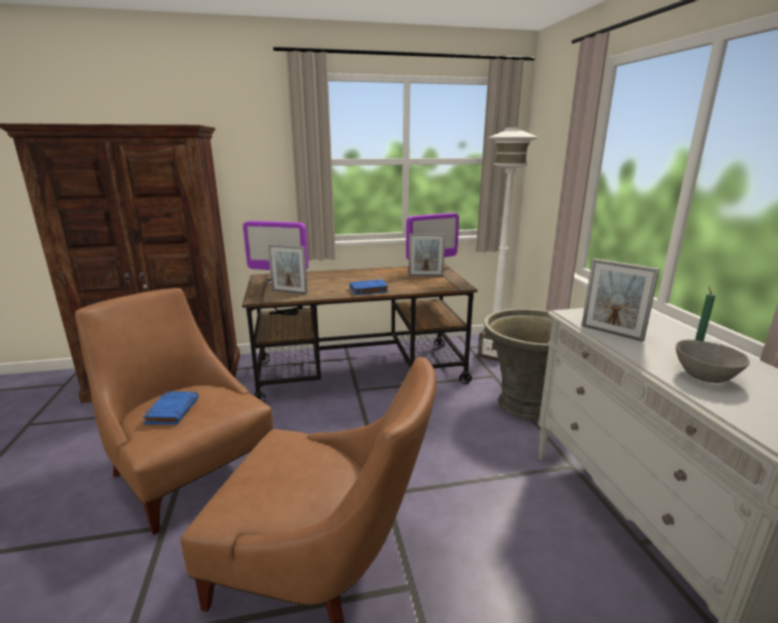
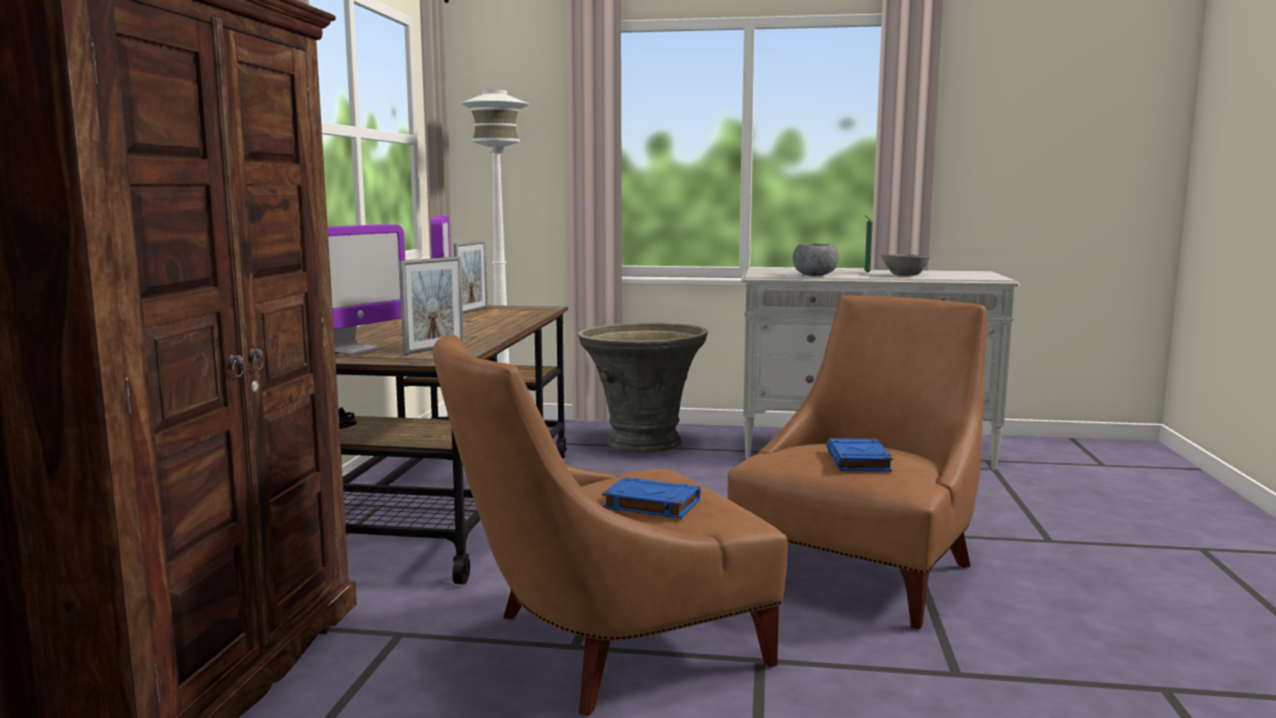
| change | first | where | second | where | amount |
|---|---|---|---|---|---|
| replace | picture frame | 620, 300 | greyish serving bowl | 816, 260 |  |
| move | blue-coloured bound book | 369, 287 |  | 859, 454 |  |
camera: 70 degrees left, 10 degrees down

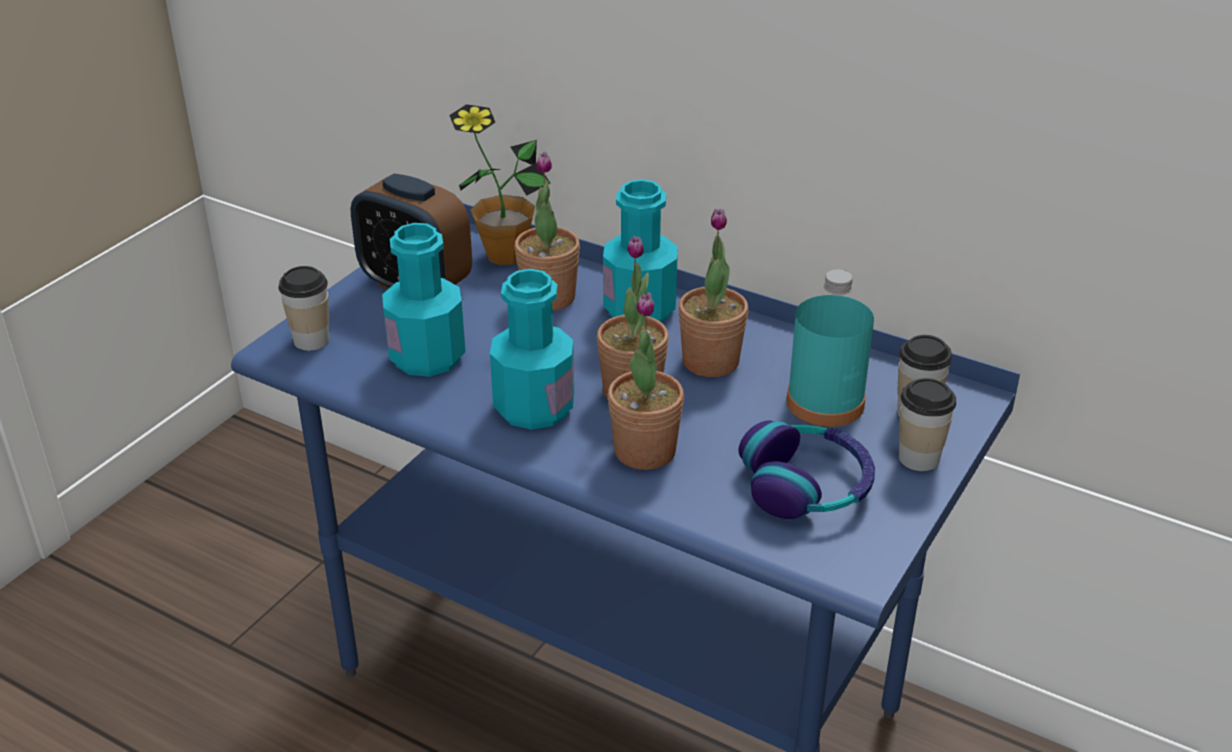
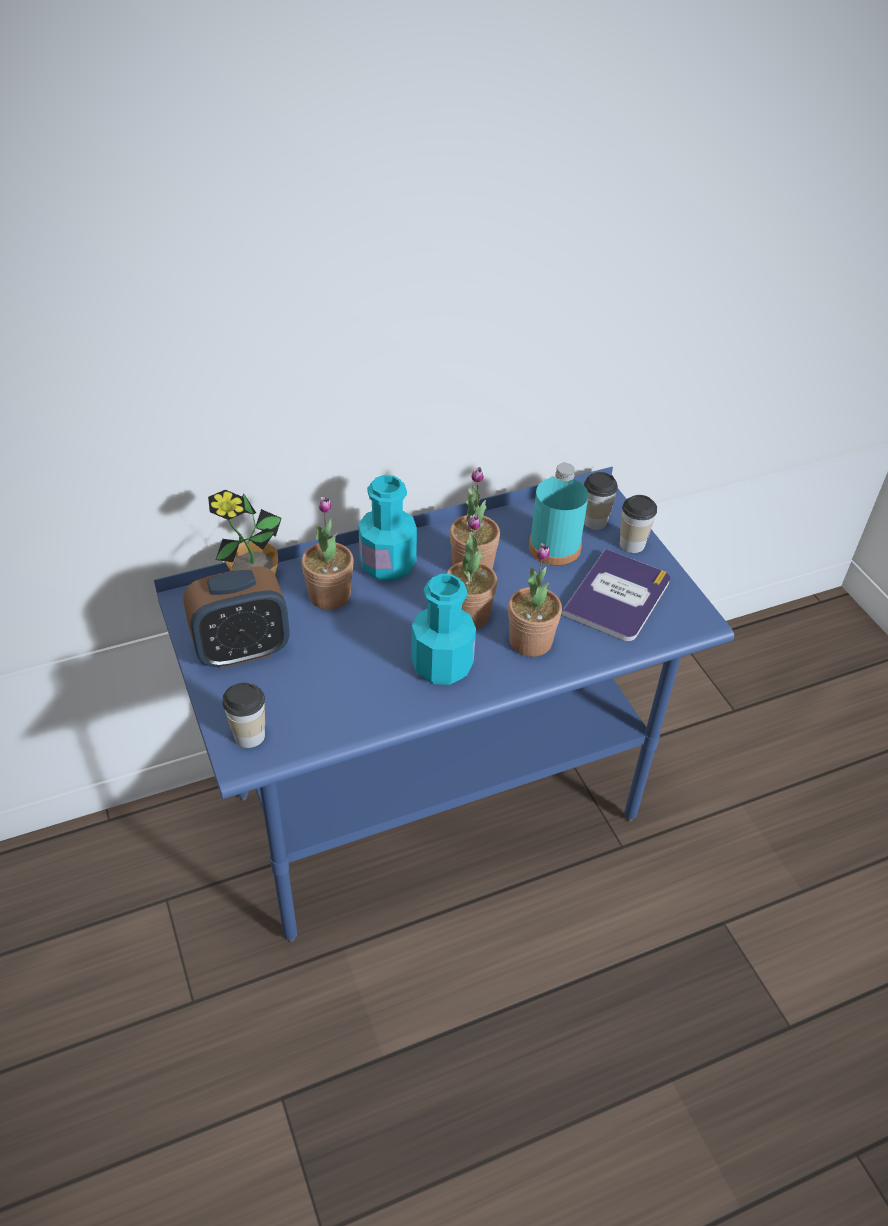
| change | first | where | second | where | amount |
|---|---|---|---|---|---|
| replace | pair of headphones | 807, 470 | bound book | 616, 595 |  |
| delete | blue-green bottle | 424, 300 |  |  |  |
camera: 55 degrees left, 10 degrees up

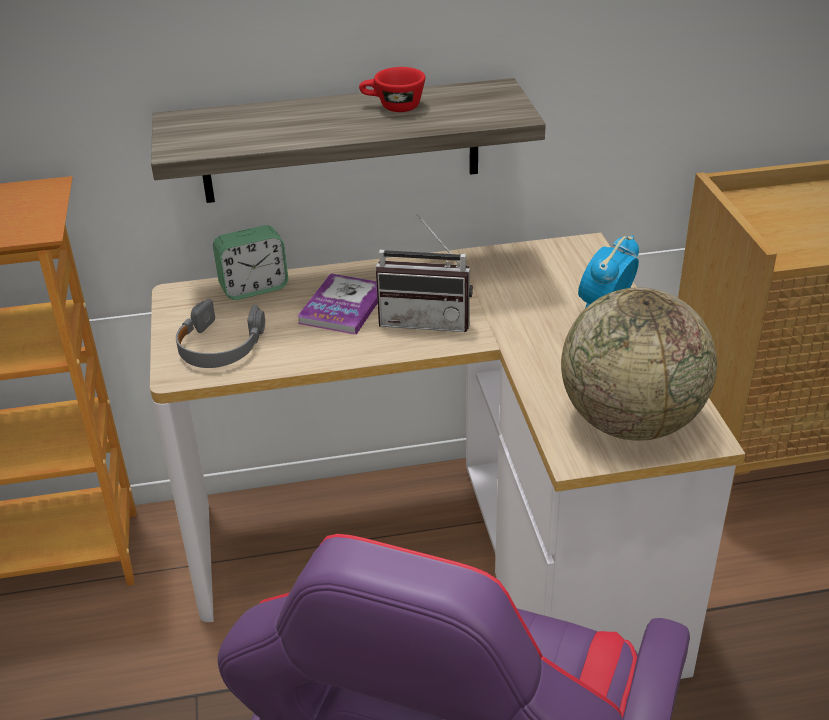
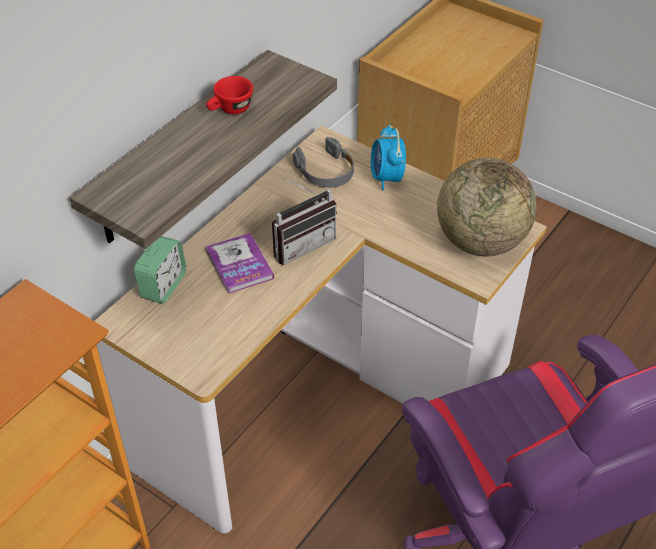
| change | first | where | second | where | amount |
|---|---|---|---|---|---|
| move | greyish pair of headphones | 220, 333 |  | 323, 162 |  |
camera: 45 degrees left, 10 degrees up

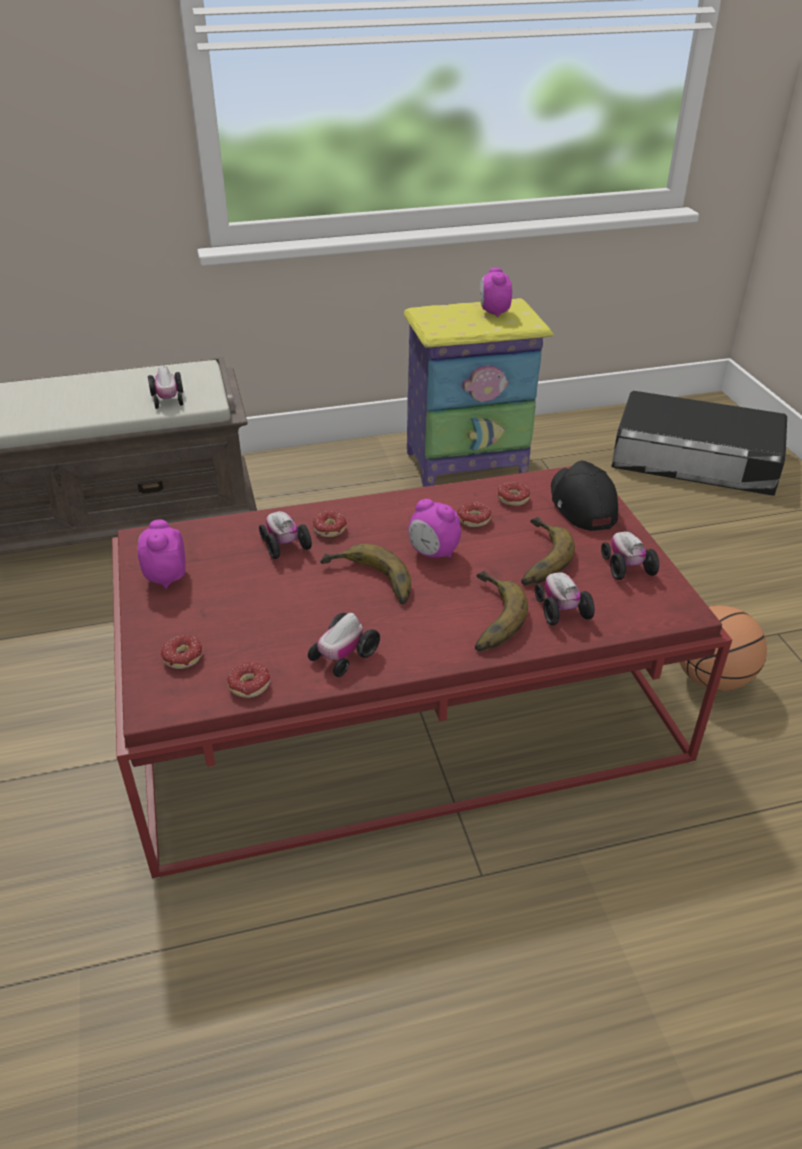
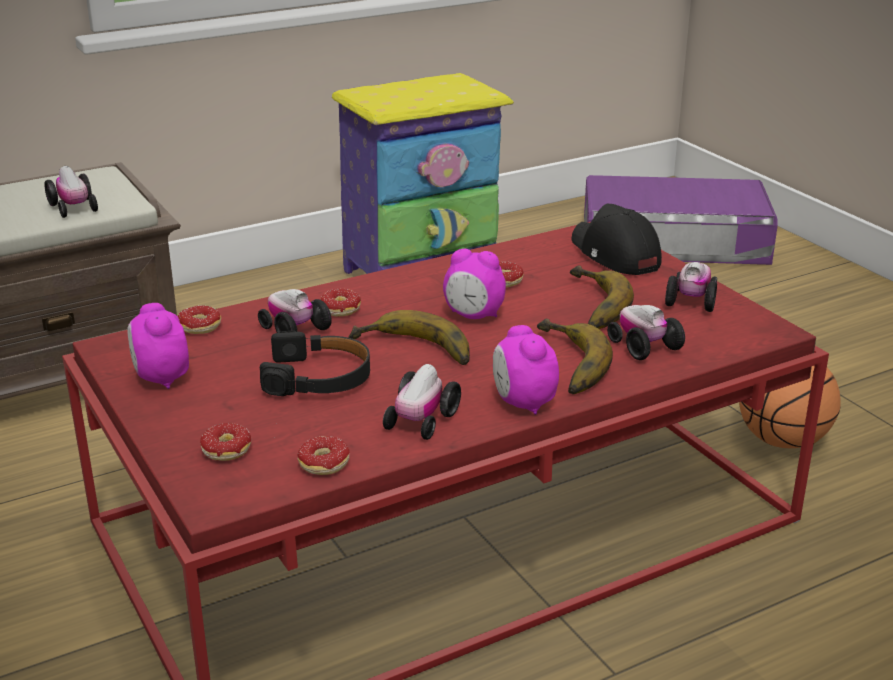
| change | first | where | second | where | amount |
|---|---|---|---|---|---|
| move | ring doughnut | 513, 494 |  | 200, 319 |  |
| insert |  |  | black-coloured pair of headphones | 315, 363 |  |
| move | table clock | 496, 293 |  | 526, 370 |  |
| recolor | black-coloured storage container | 699, 443 | purple storage container | 681, 220 |  |
| rotate | toy car | 630, 556 |  | 691, 287 | 45 degrees clockwise |
camera: 15 degrees left, 10 degrees down

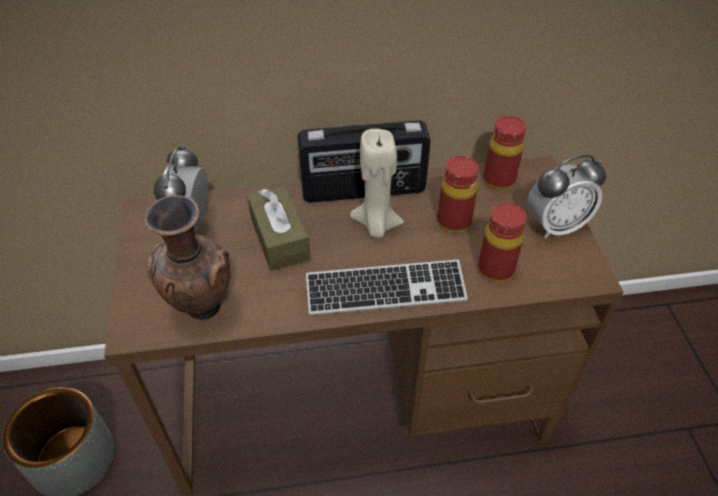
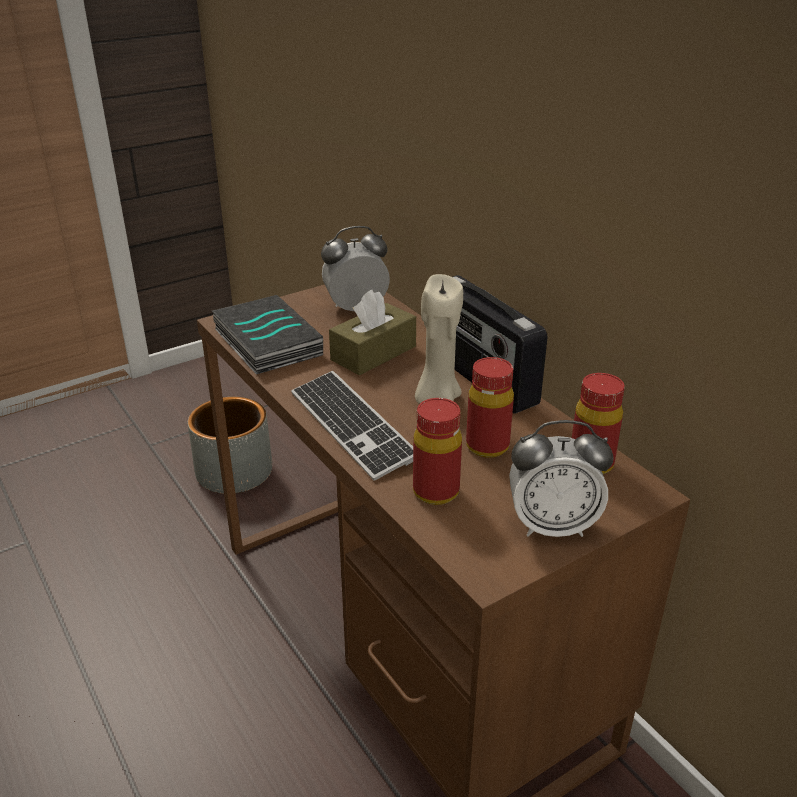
| change | first | where | second | where | amount |
|---|---|---|---|---|---|
| replace | brown vase | 187, 257 | bound book | 267, 334 |  |
| rotate | table clock | 566, 196 |  | 561, 478 | 45 degrees counterclockwise |
camera: 65 degrees right, 15 degrees down

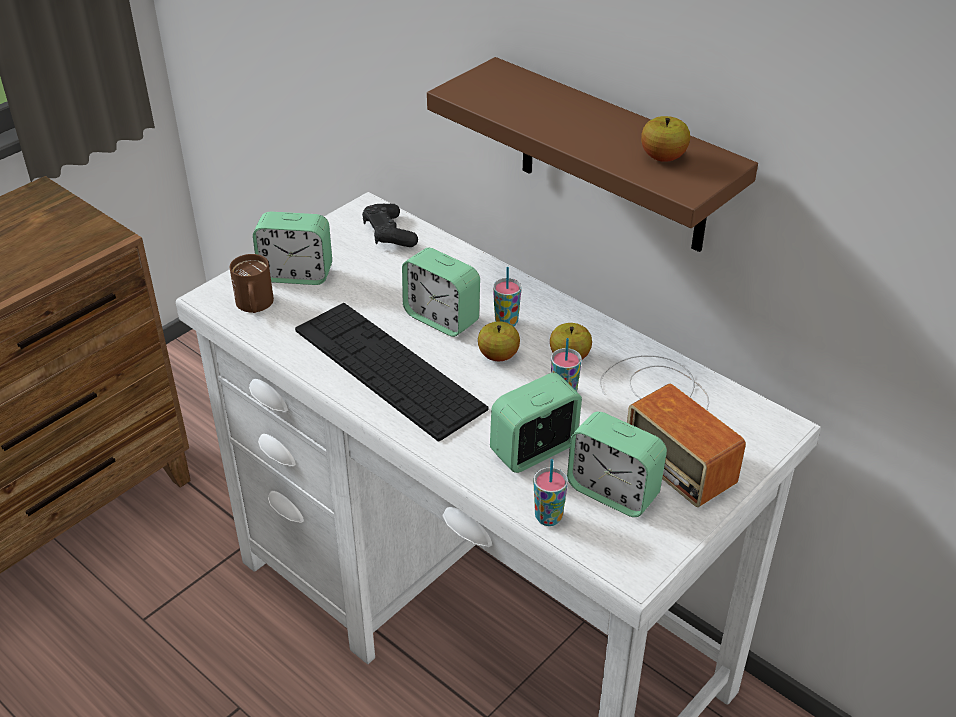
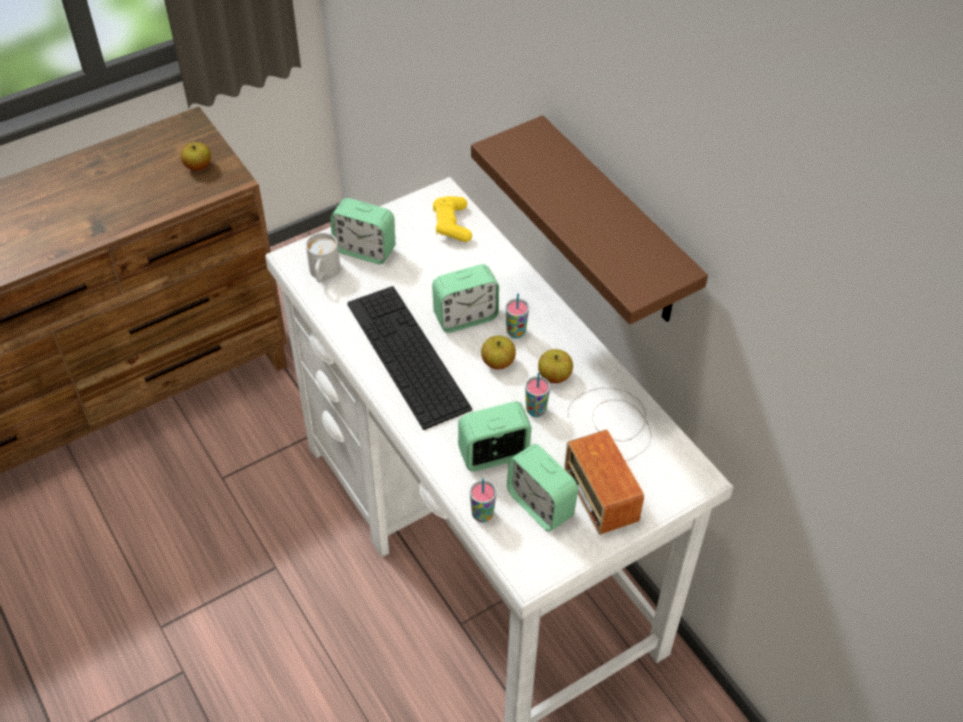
| change | first | where | second | where | amount |
|---|---|---|---|---|---|
| move | whole apple | 665, 139 |  | 196, 156 |  |
| recolor | brown coffee mug | 252, 283 | white coffee mug | 323, 257 |  |
| rotate | table clock | 441, 292 |  | 465, 298 | 75 degrees counterclockwise |
| recolor | black-coloured game controller | 390, 225 | yellow-coloured game controller | 452, 219 |  |
camera: 15 degrees right, 10 degrees up

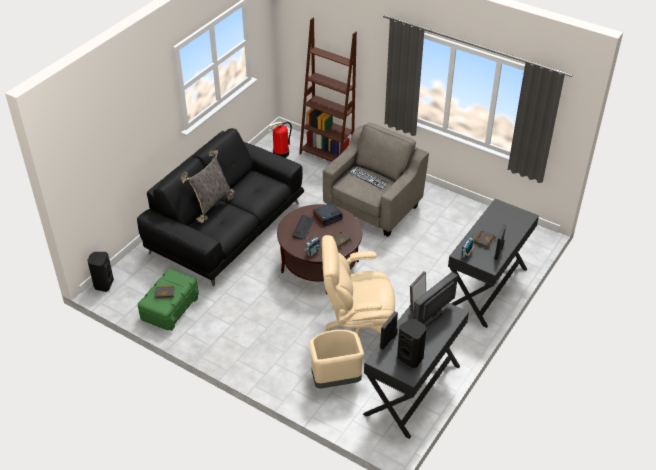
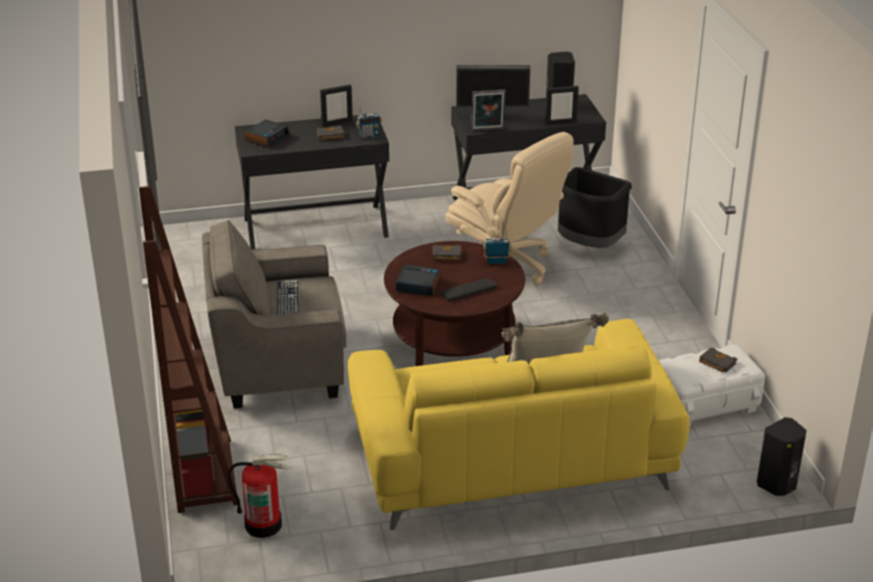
| change | first | where | second | where | amount |
|---|---|---|---|---|---|
| insert |  |  | table clock | 267, 134 |  |
| recolor | black-coloured settee | 220, 207 | yellow-coloured settee | 519, 424 |  |
| recolor | sand-coloured rubbish bin | 336, 359 | black-coloured rubbish bin | 595, 207 |  |
| recolor | green storage container | 168, 300 | white storage container | 711, 385 |  |
camera: 135 degrees left, 10 degrees down

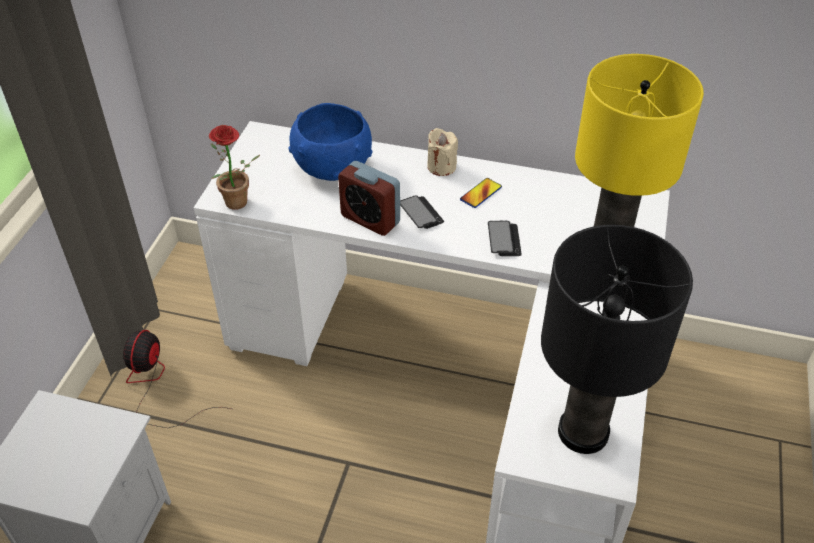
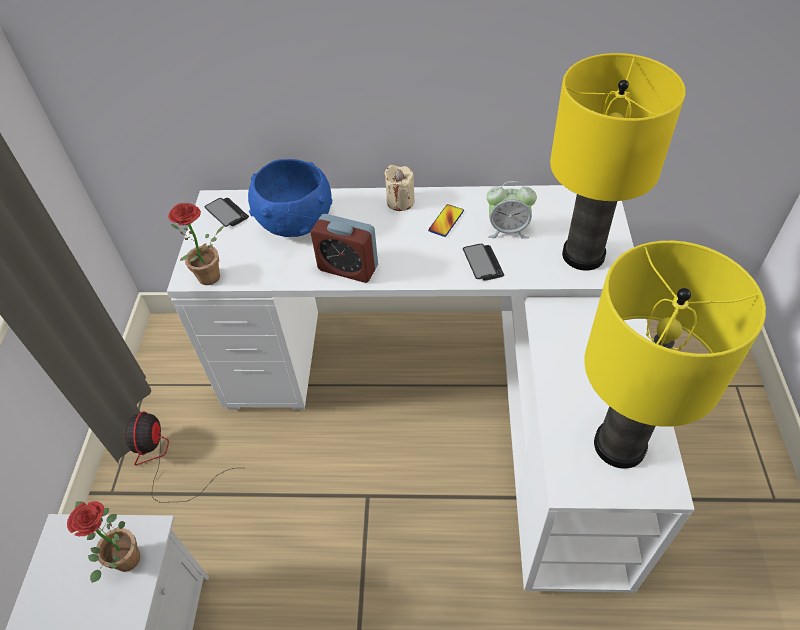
| change | first | where | second | where | amount |
|---|---|---|---|---|---|
| insert |  |  | plant in a pot | 103, 542 |  |
| move | phone | 422, 212 |  | 226, 212 |  |
| insert |  |  | table clock | 511, 210 |  |
| recolor | black-coloured lamp for a table | 617, 339 | yellow-coloured lamp for a table | 675, 355 |  |
camera: 10 degrees left, 5 degrees up

